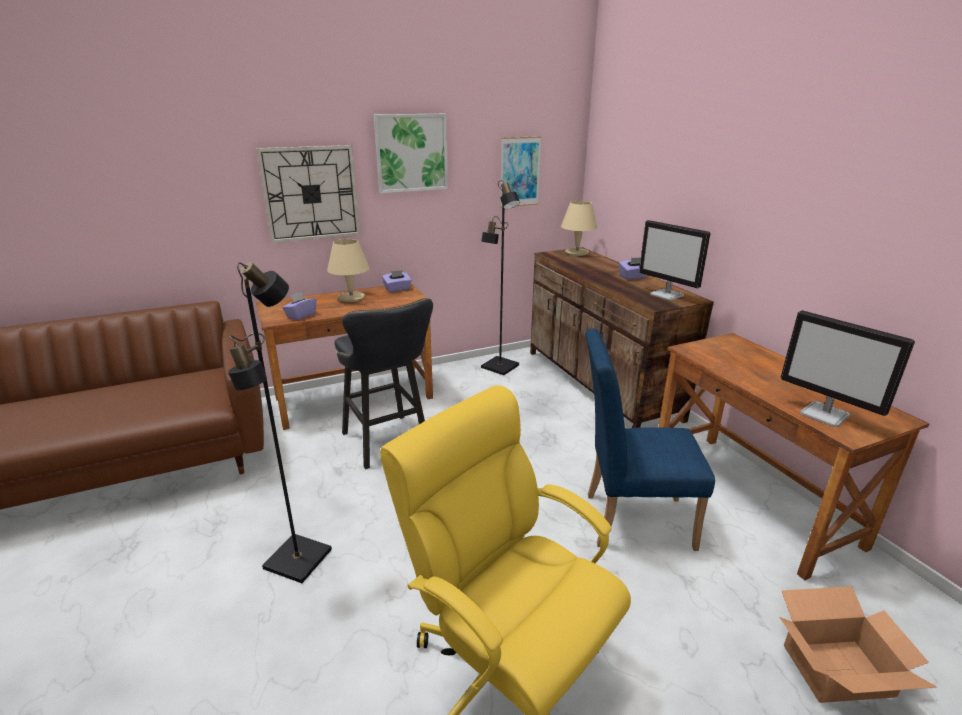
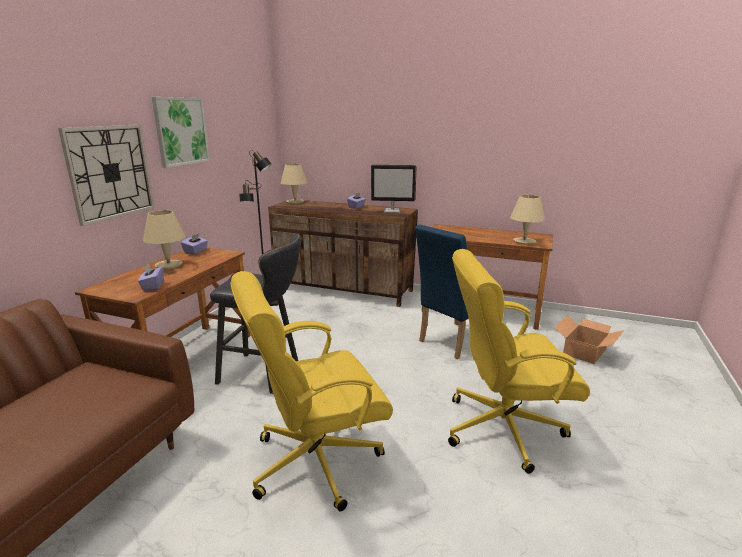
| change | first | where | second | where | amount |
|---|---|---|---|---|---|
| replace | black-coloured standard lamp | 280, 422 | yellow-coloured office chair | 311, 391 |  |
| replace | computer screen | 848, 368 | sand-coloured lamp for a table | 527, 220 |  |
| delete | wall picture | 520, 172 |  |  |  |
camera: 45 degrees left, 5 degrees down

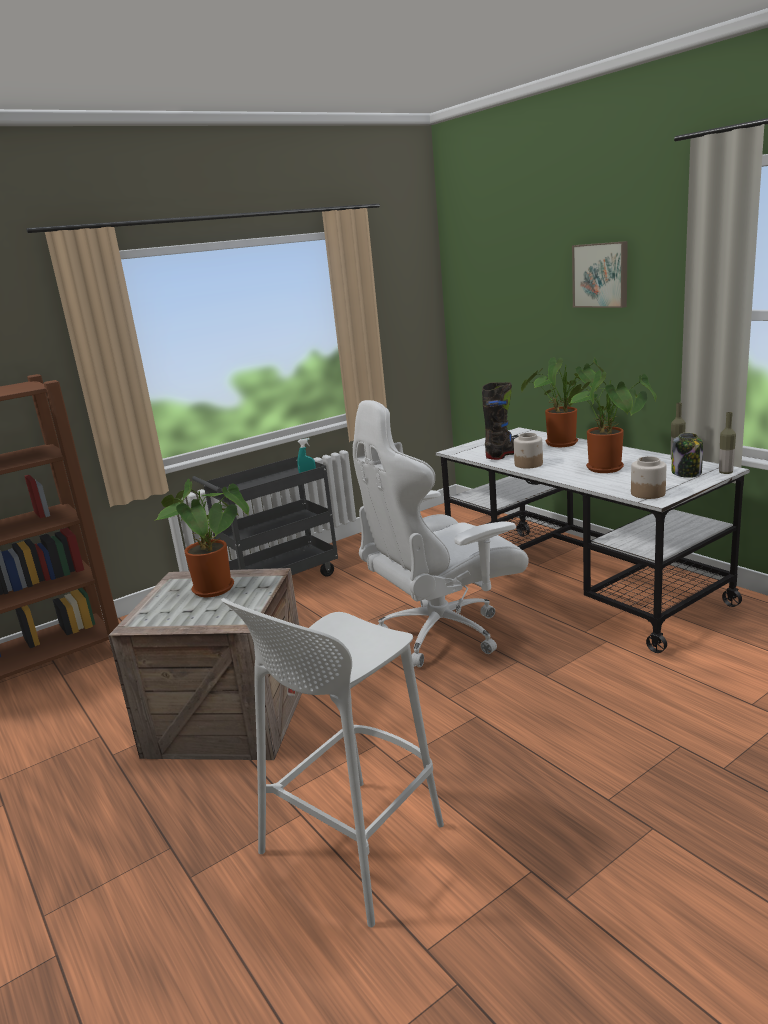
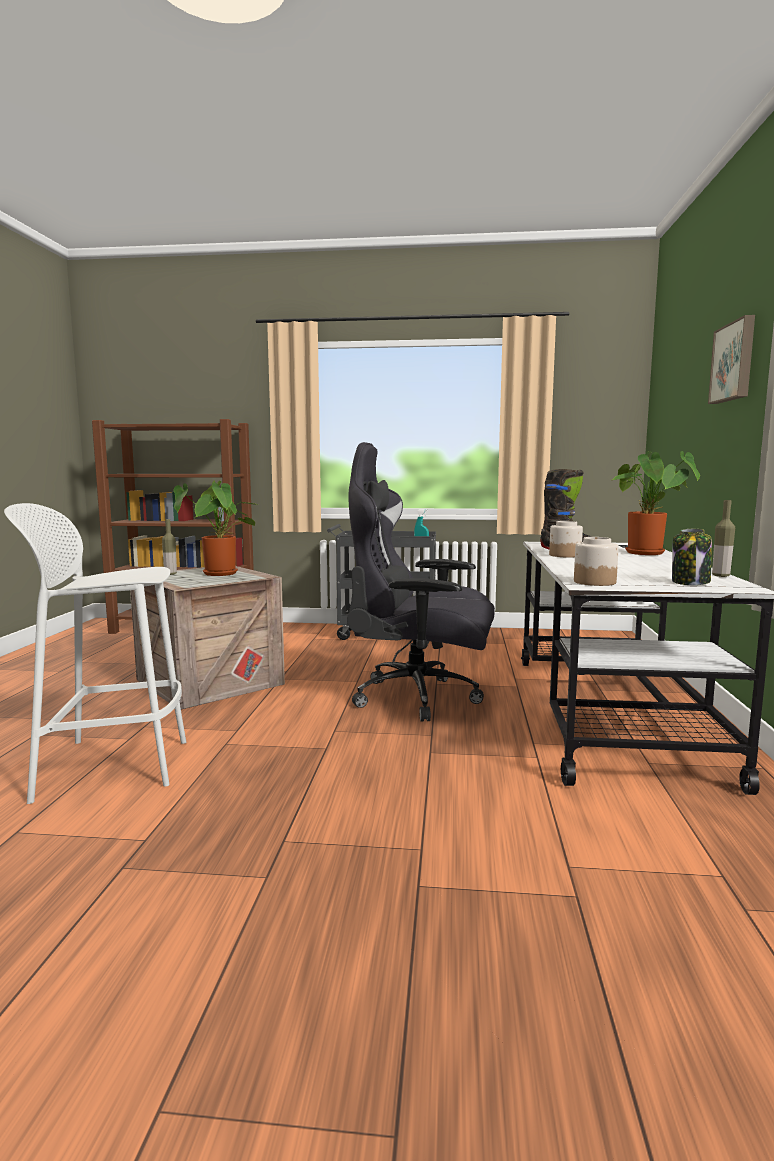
| change | first | where | second | where | amount |
|---|---|---|---|---|---|
| move | bottle | 727, 443 |  | 169, 547 |  |
| recolor | white office chair | 441, 533 | black-coloured office chair | 421, 582 |  |
| delete | plant in a pot | 612, 422 |  |  |  |
camera: 40 degrees right, 10 degrees down

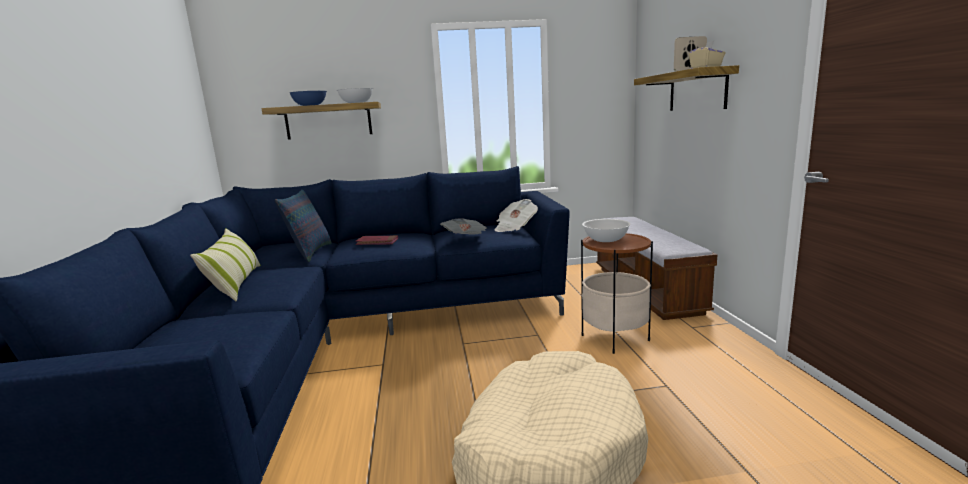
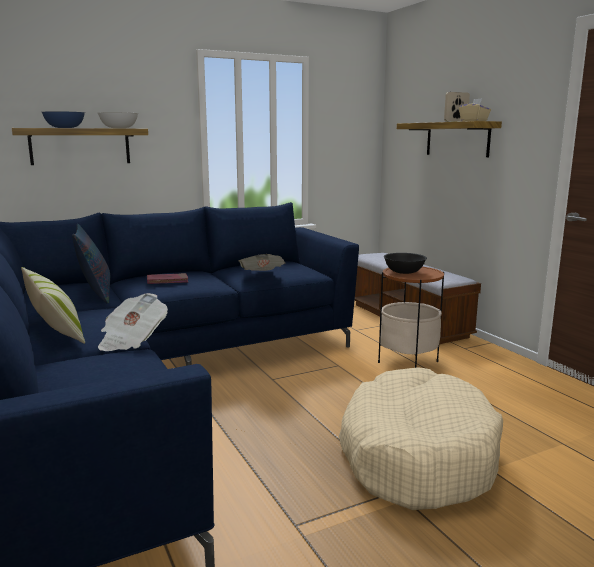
| change | first | where | second | where | amount |
|---|---|---|---|---|---|
| move | newspaper | 516, 215 |  | 133, 322 |  |
| recolor | white serving bowl | 606, 230 | black-coloured serving bowl | 405, 263 |  |
camera: 20 degrees left, 0 degrees up

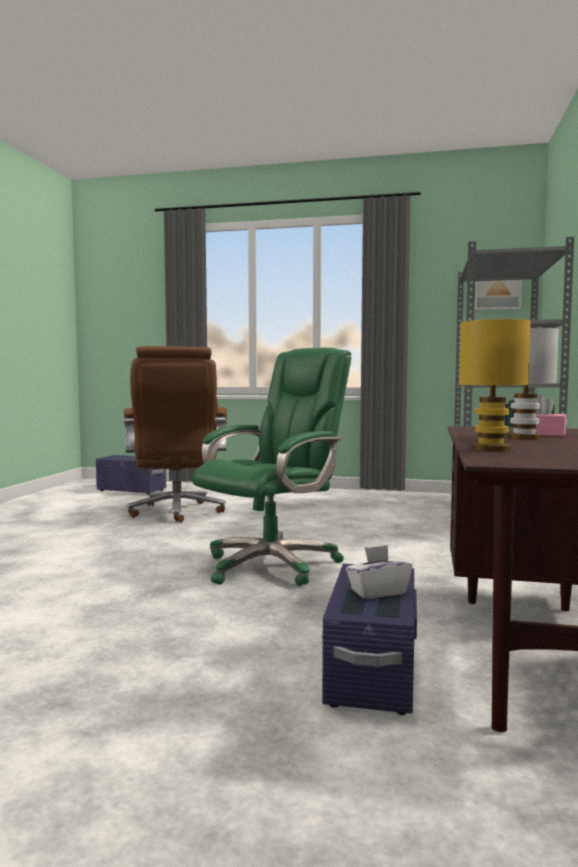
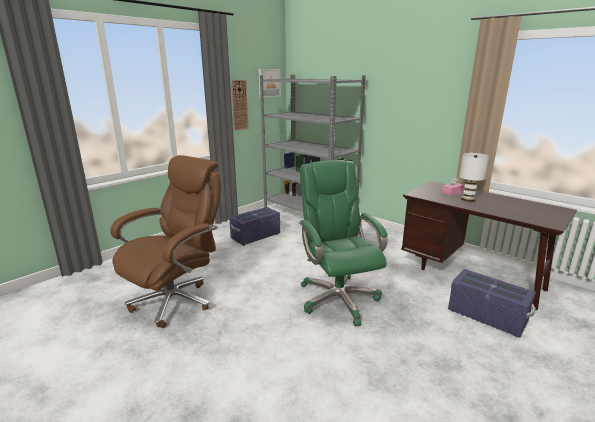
| change | first | where | second | where | amount |
|---|---|---|---|---|---|
| rotate | brown office chair | 175, 434 |  | 165, 241 | 75 degrees counterclockwise |
| move | purple storage container | 131, 475 |  | 254, 226 |  |
| insert |  |  | clock on the wall | 240, 105 |  |
| delete | white box of tissues | 379, 572 |  |  |  |
| delete | yellow-coloured lamp for a table | 495, 385 |  |  |  |
camera: 60 degrees left, 15 degrees up

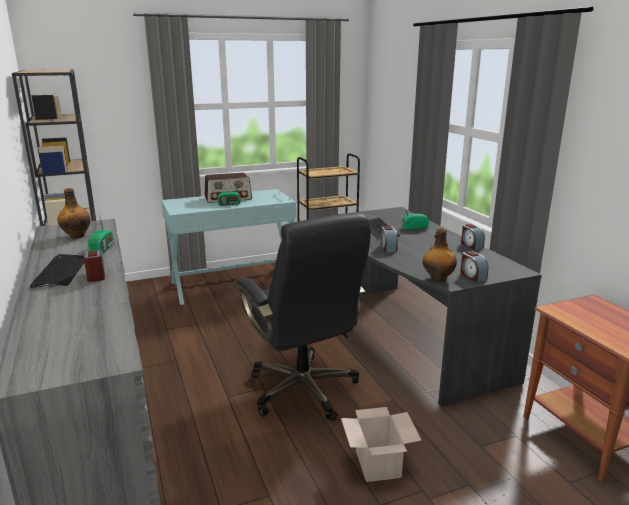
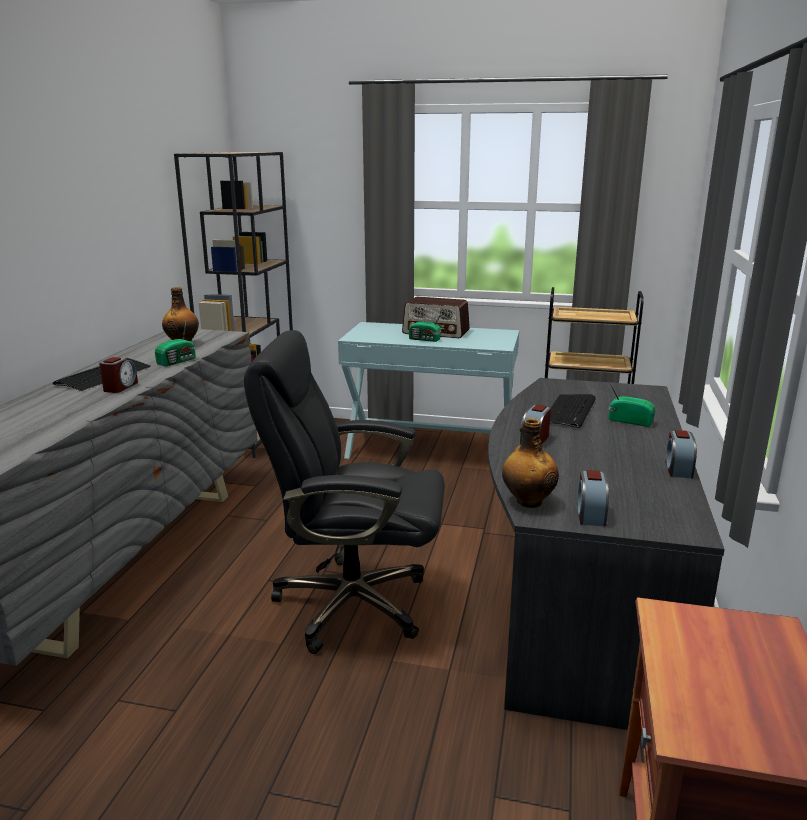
| change | first | where | second | where | amount |
|---|---|---|---|---|---|
| rotate | black-coloured office chair | 303, 317 |  | 344, 492 | 90 degrees clockwise |
| delete | cardboard box | 381, 444 |  |  |  |
camera: 35 degrees right, 0 degrees up

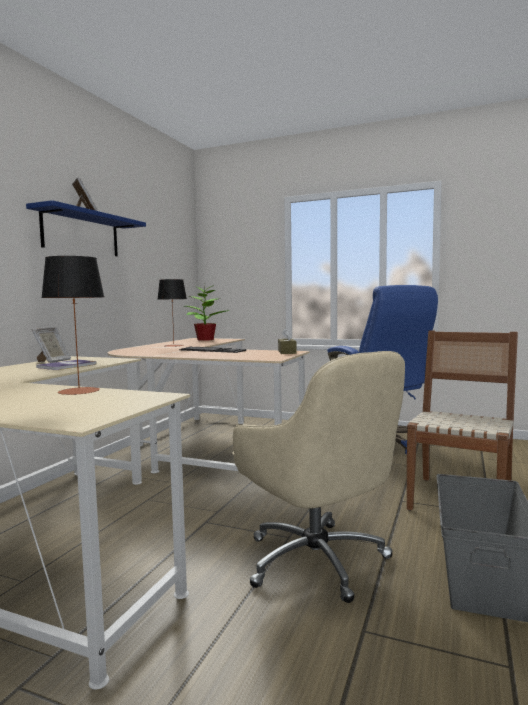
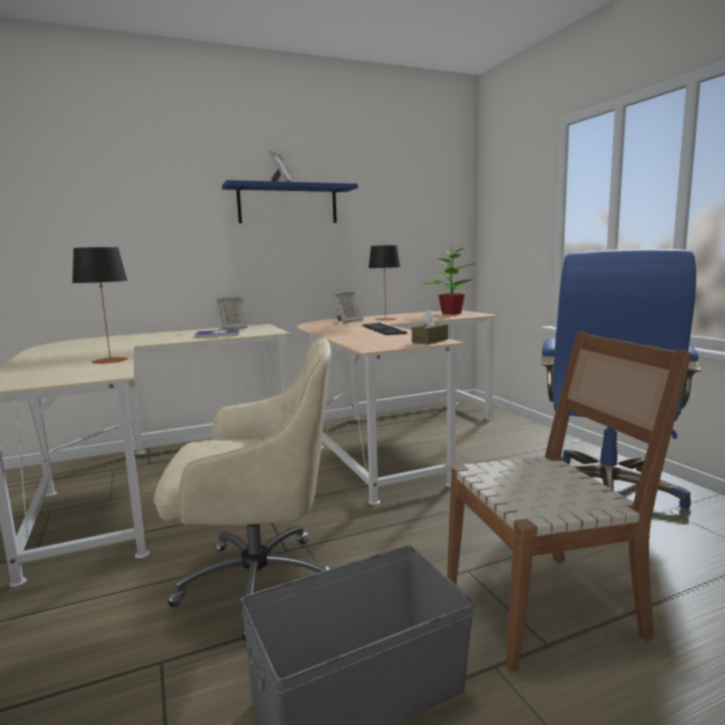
| change | first | where | second | where | amount |
|---|---|---|---|---|---|
| rotate | sand-coloured office chair | 318, 477 |  | 242, 489 | 105 degrees counterclockwise |
| insert |  |  | picture frame | 348, 307 |  |
camera: 45 degrees right, 5 degrees up

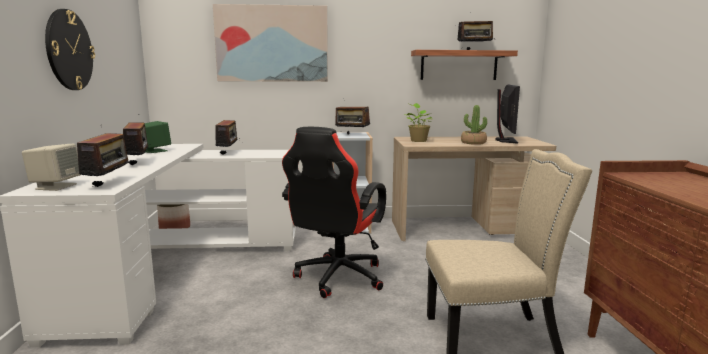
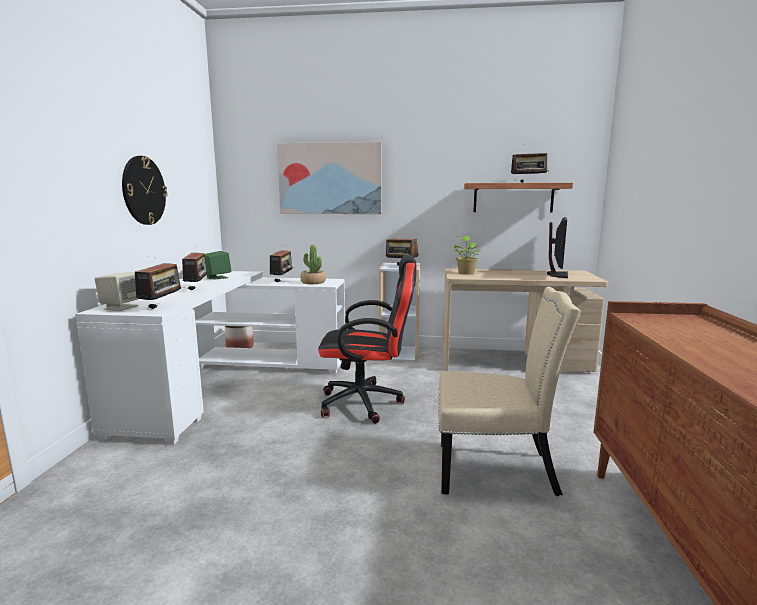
| change | first | where | second | where | amount |
|---|---|---|---|---|---|
| move | plant in a pot | 474, 125 |  | 313, 264 |  |
| rotate | black-coloured office chair | 334, 212 |  | 367, 339 | 120 degrees counterclockwise |
camera: 10 degrees right, 0 degrees up

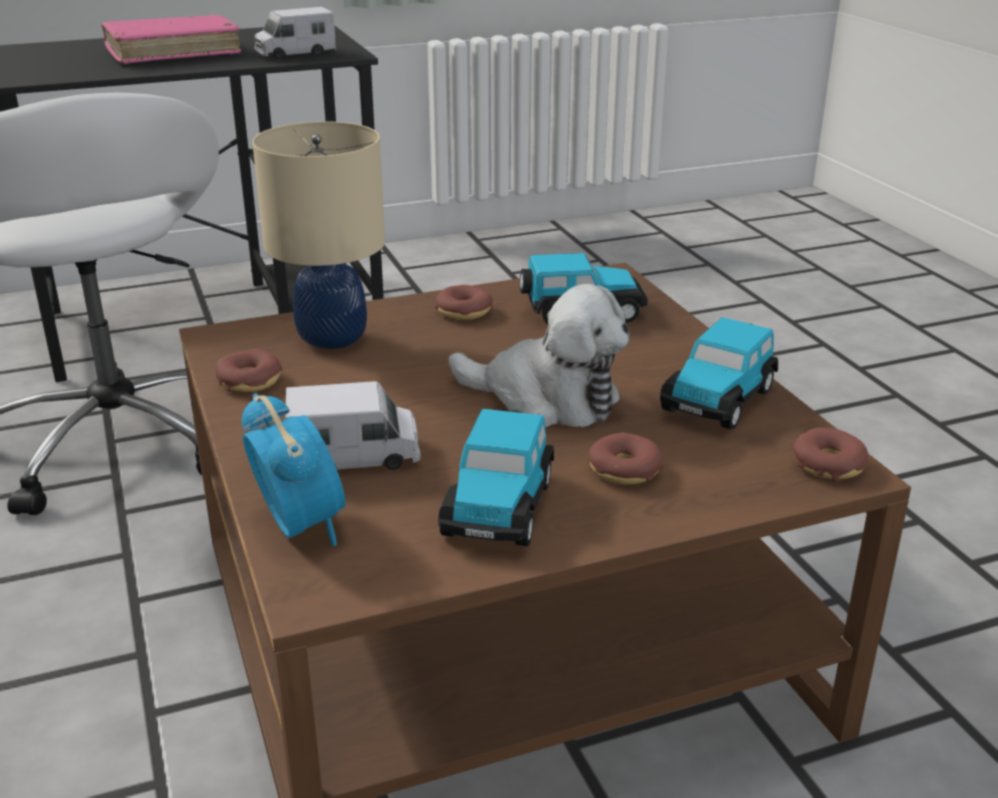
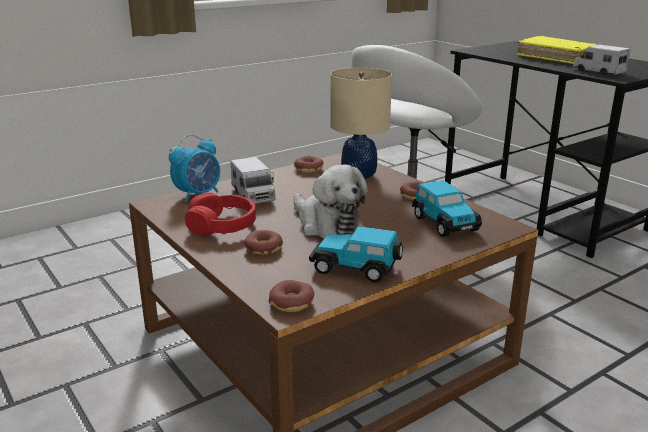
| change | first | where | second | where | amount |
|---|---|---|---|---|---|
| replace | toy car | 496, 477 | reddish pair of headphones | 220, 214 |  |
| rotate | cuddly toy | 539, 355 |  | 330, 202 | 45 degrees counterclockwise |
| recolor | pinkish bound book | 171, 39 | yellow-coloured bound book | 556, 50 |  |
camera: 75 degrees right, 5 degrees down

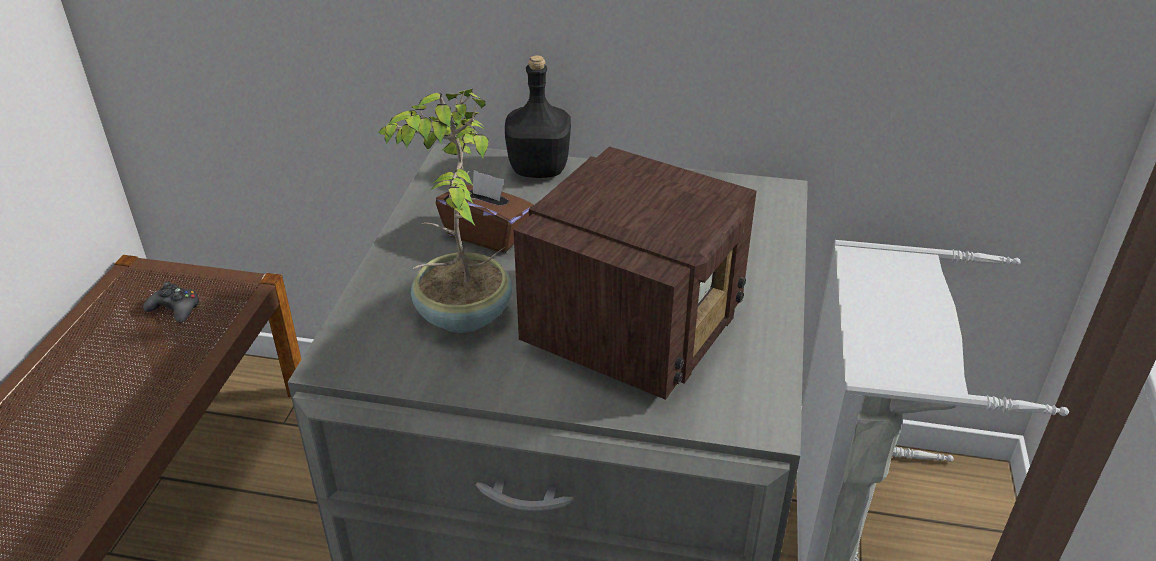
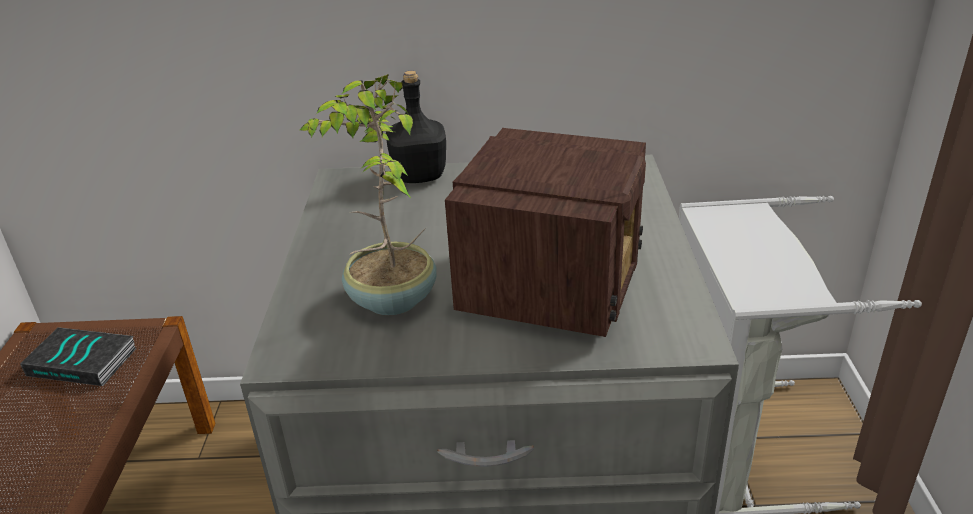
| change | first | where | second | where | amount |
|---|---|---|---|---|---|
| replace | black-coloured game controller | 171, 302 | bound book | 78, 356 |  |
| delete | brown box of tissues | 484, 211 |  |  |  |
camera: 10 degrees left, 5 degrees down

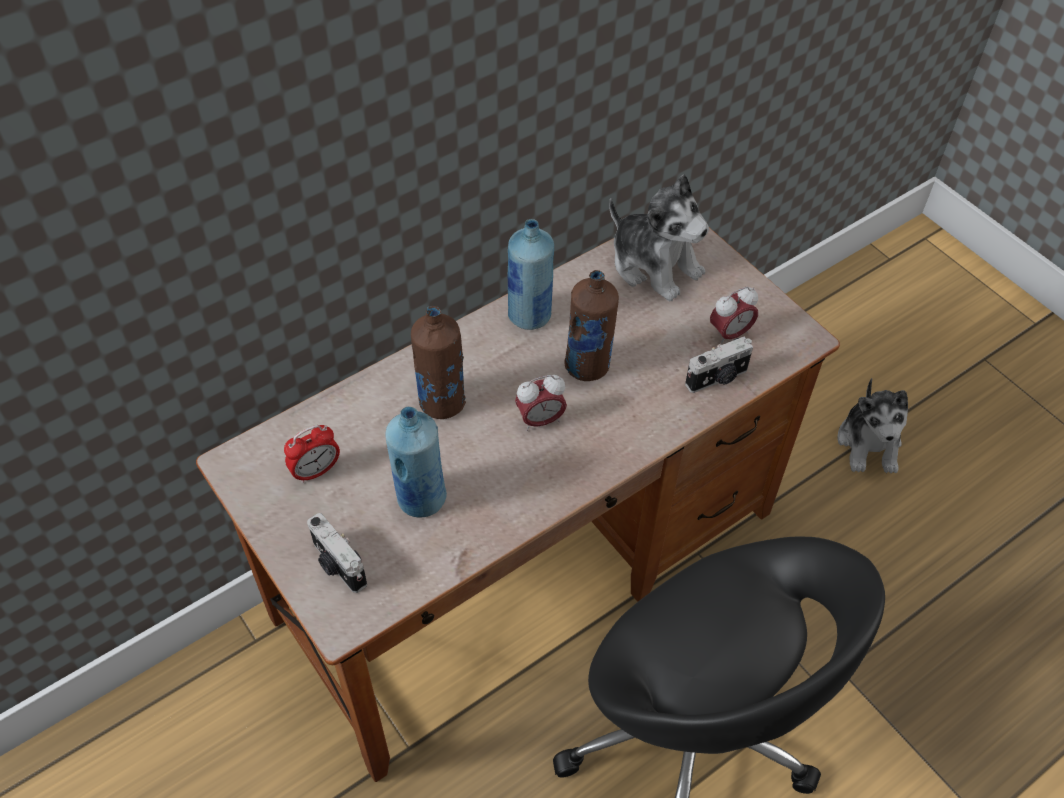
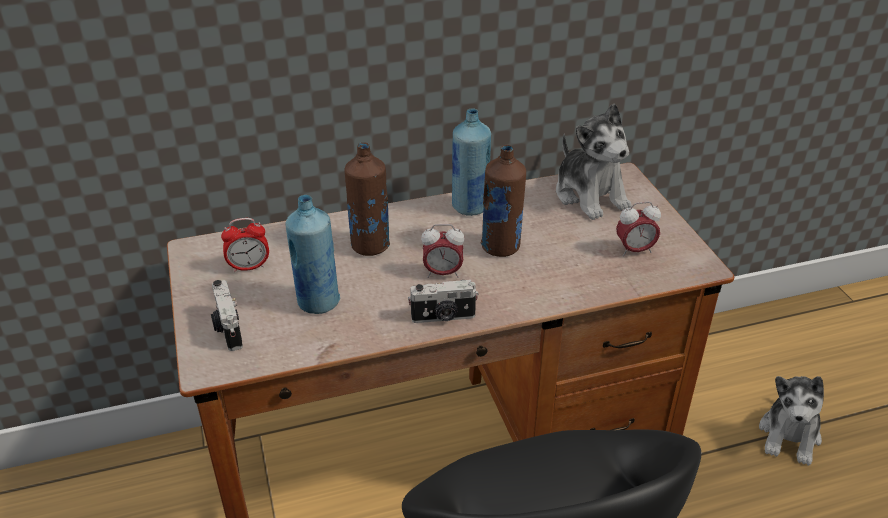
| change | first | where | second | where | amount |
|---|---|---|---|---|---|
| move | photo camera | 719, 365 |  | 443, 301 |  |
camera: 20 degrees right, 15 degrees down

